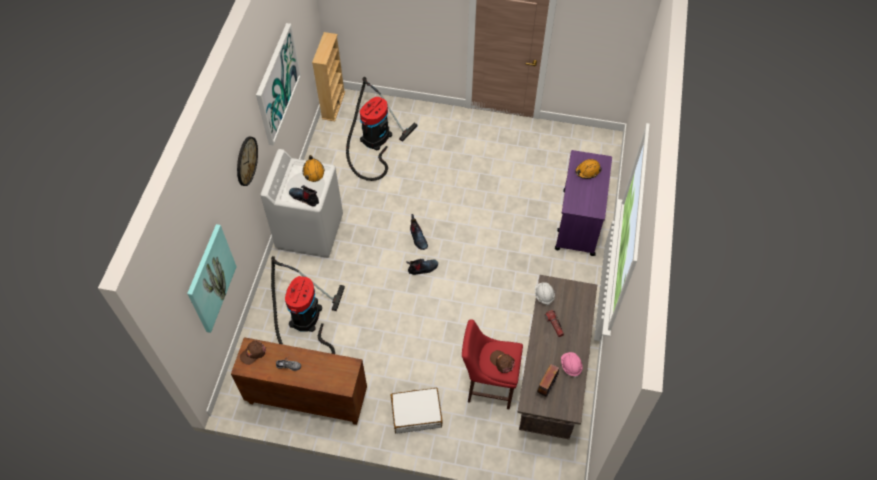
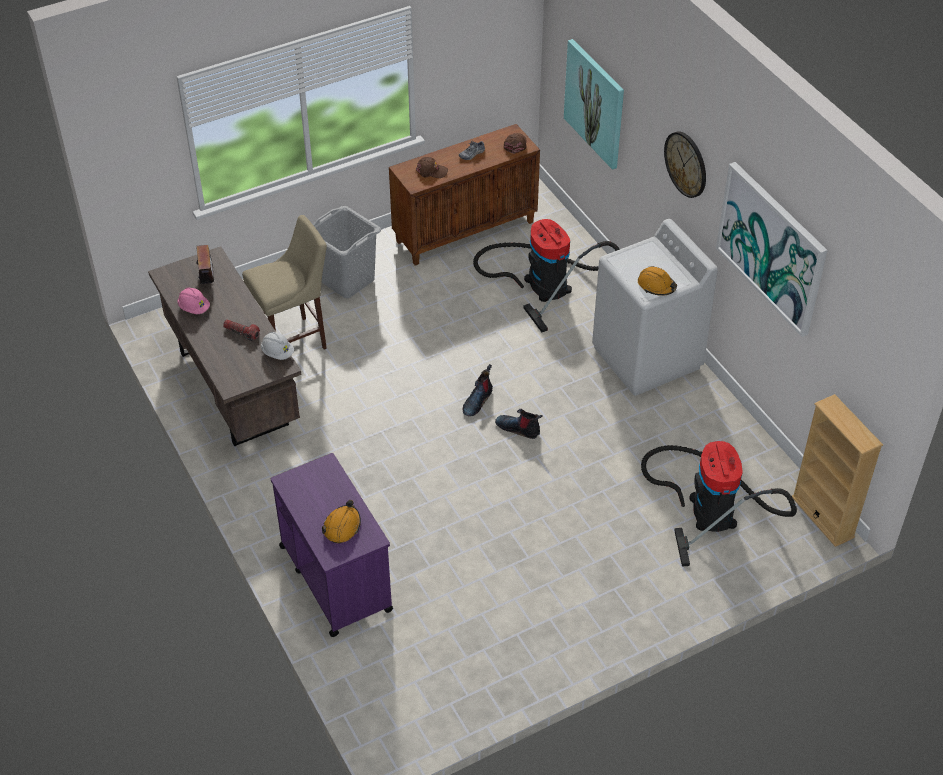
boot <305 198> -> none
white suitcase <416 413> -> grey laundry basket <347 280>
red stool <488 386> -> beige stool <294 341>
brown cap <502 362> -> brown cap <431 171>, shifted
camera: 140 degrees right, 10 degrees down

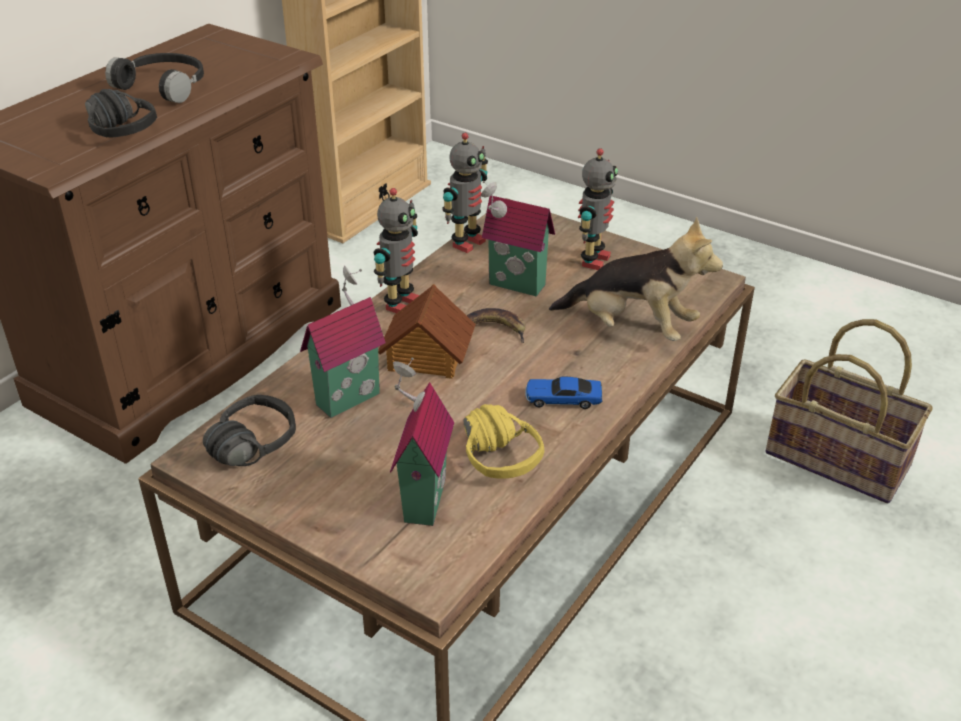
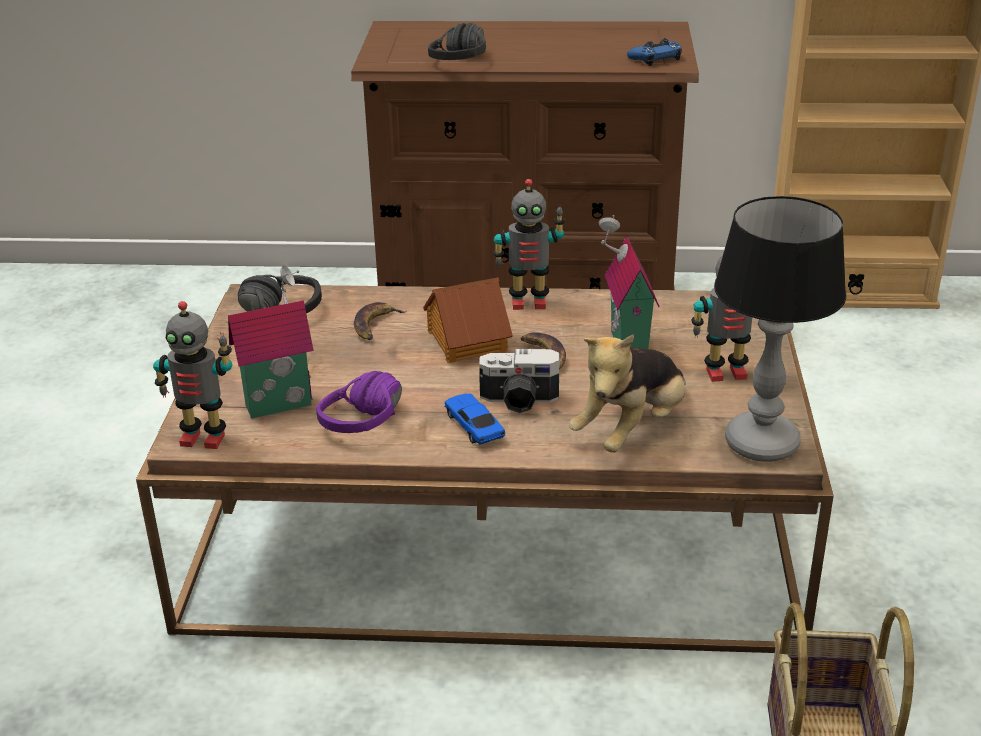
black headphones <165 86> -> none
toy house <346 396> -> banana <375 325>
toy robot <466 243> -> toy robot <204 438>, shifted
yellow headphones <513 452> -> purple headphones <375 425>
plush toy <632 327> -> plush toy <632 429>, 45 degrees clockwise
none -> photo camera <519 401>
none -> blue game controller <655 58>
none -> table lamp <760 444>
camera: 60 degrees right, 5 degrees down

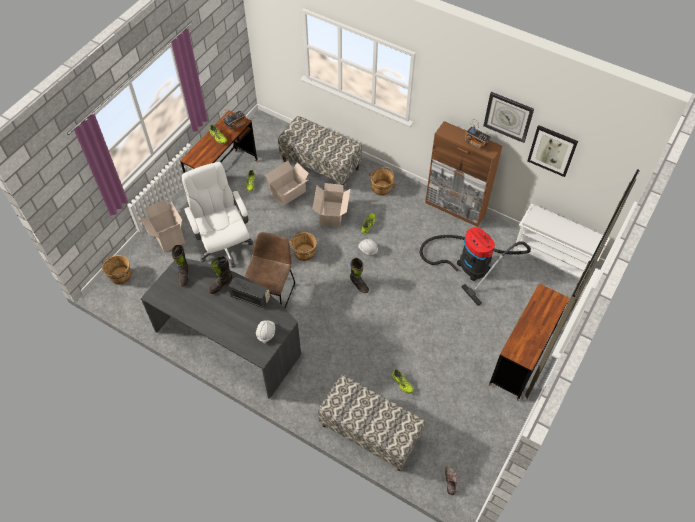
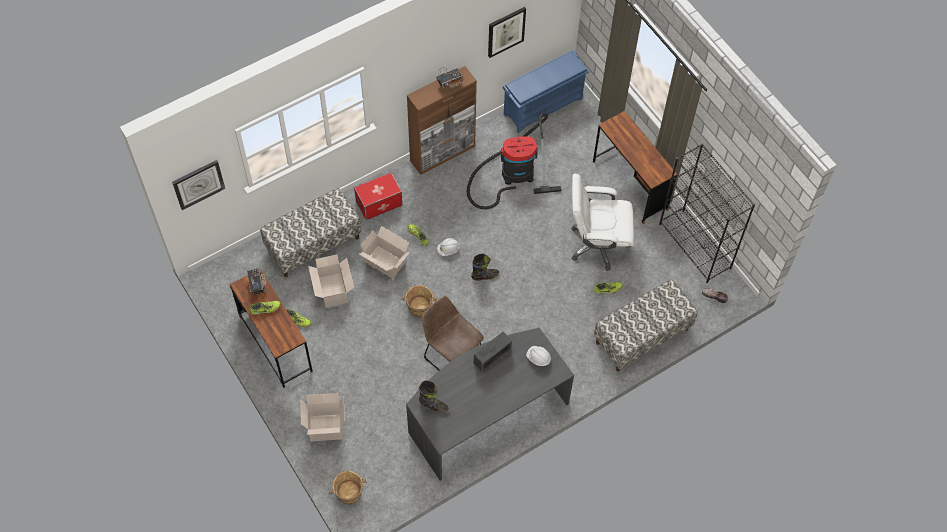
white office chair <223 245> -> white office chair <597 244>, shifted
black boot <220 285> -> none
brown bucket <381 188> -> storage box <379 203>
wall clock <508 116> -> wall clock <198 184>, shifted
white shoe rack <554 257> -> blue shoe rack <543 106>
none -> black bookcase <695 246>
camera: 65 degrees left, 5 degrees up

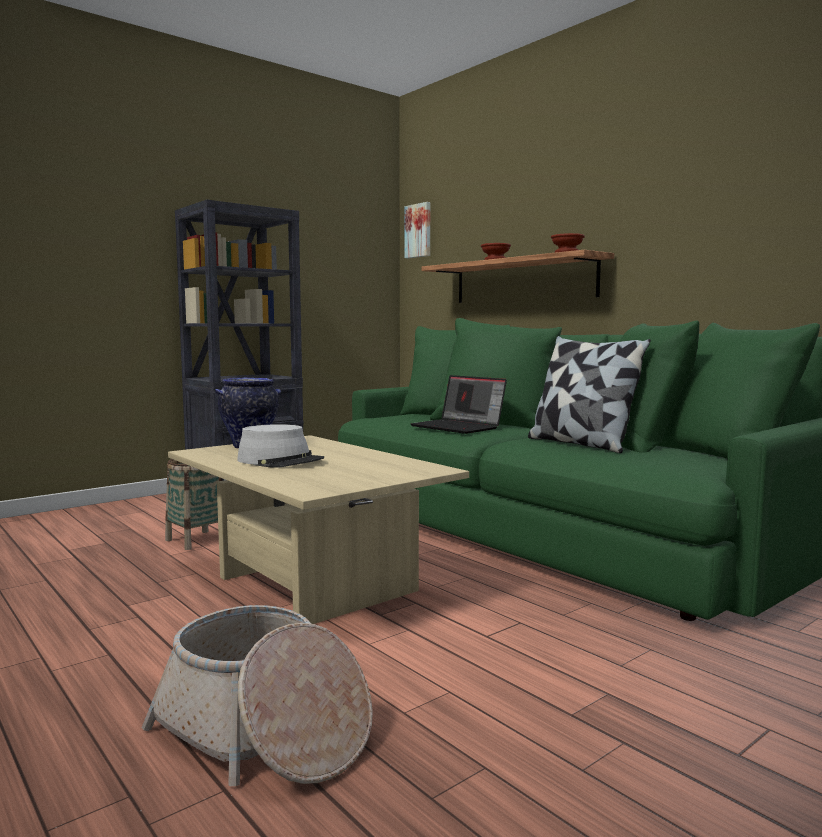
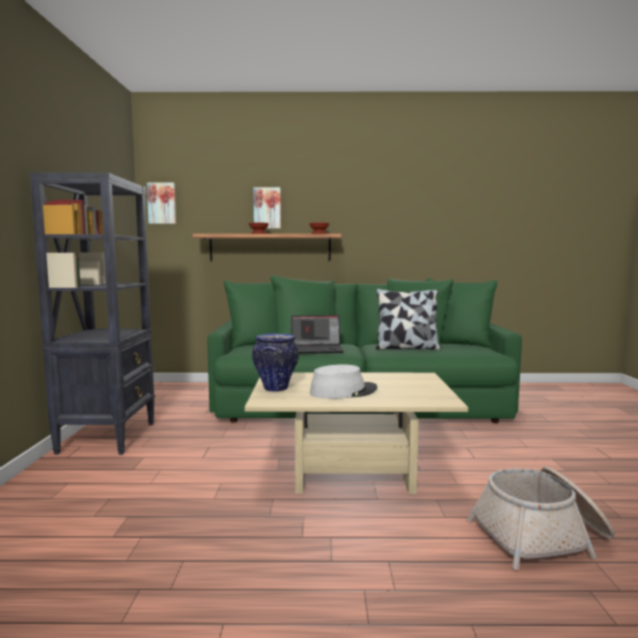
basket <196 540> -> none
none -> picture <267 208>
camera: 50 degrees left, 0 degrees up

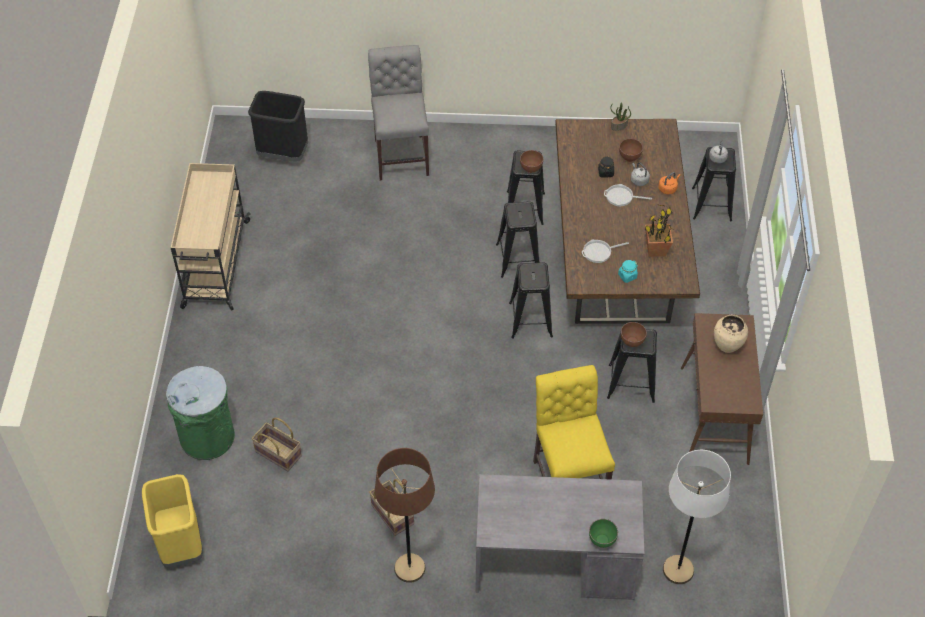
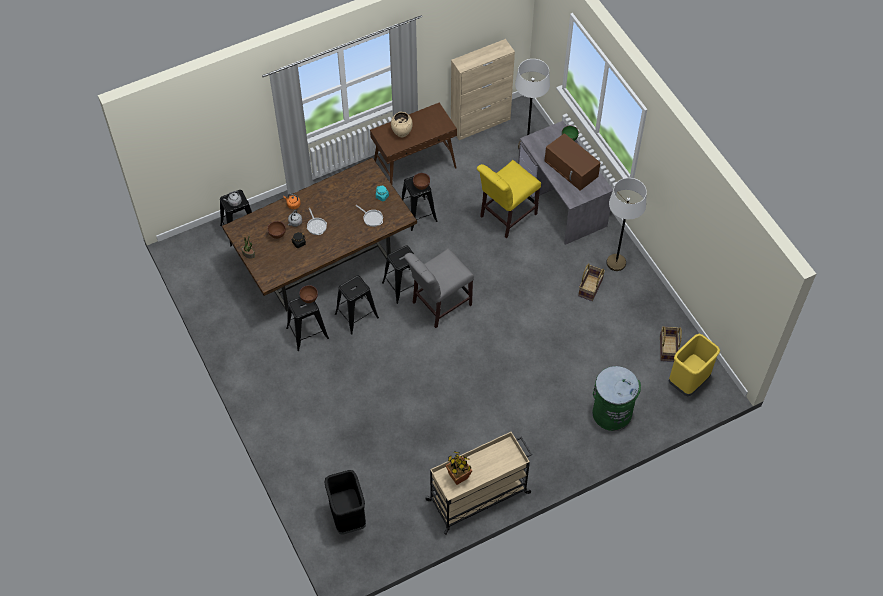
basket <277 454> -> basket <668 349>, shifted
grey chair <401 154> -> grey chair <438 305>, shifted
brown floor lamp <409 568> -> white floor lamp <616 263>
potted plant <656 250> -> potted plant <458 476>, shifted
none -> beige cabinet <481 123>
none -> brown microwave <572 169>
camera: 120 degrees left, 5 degrees up

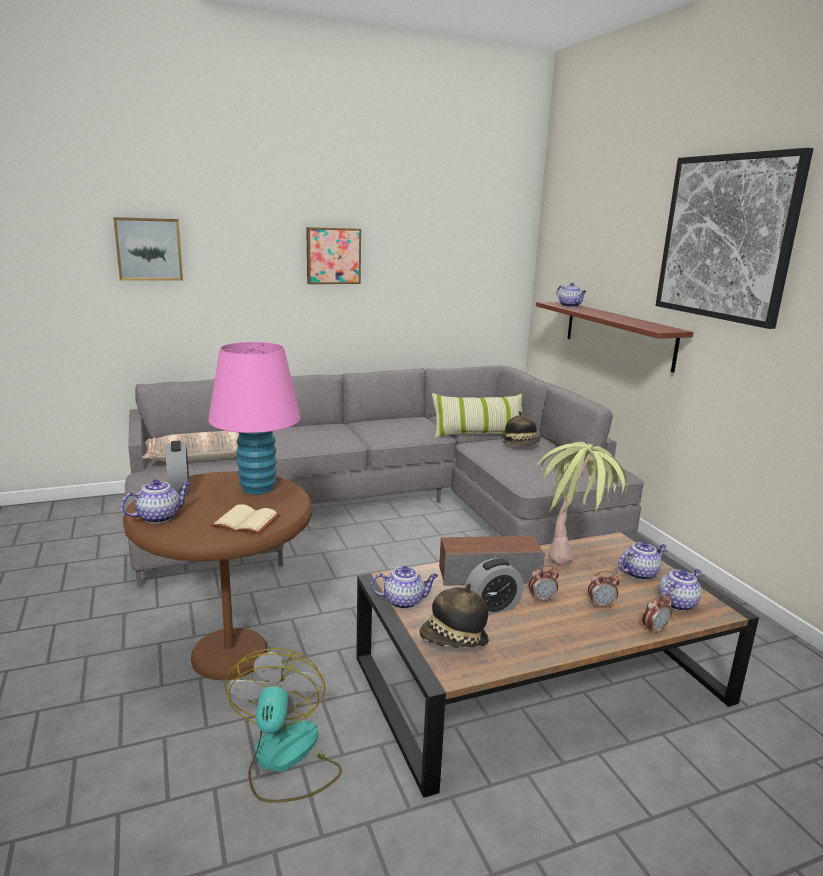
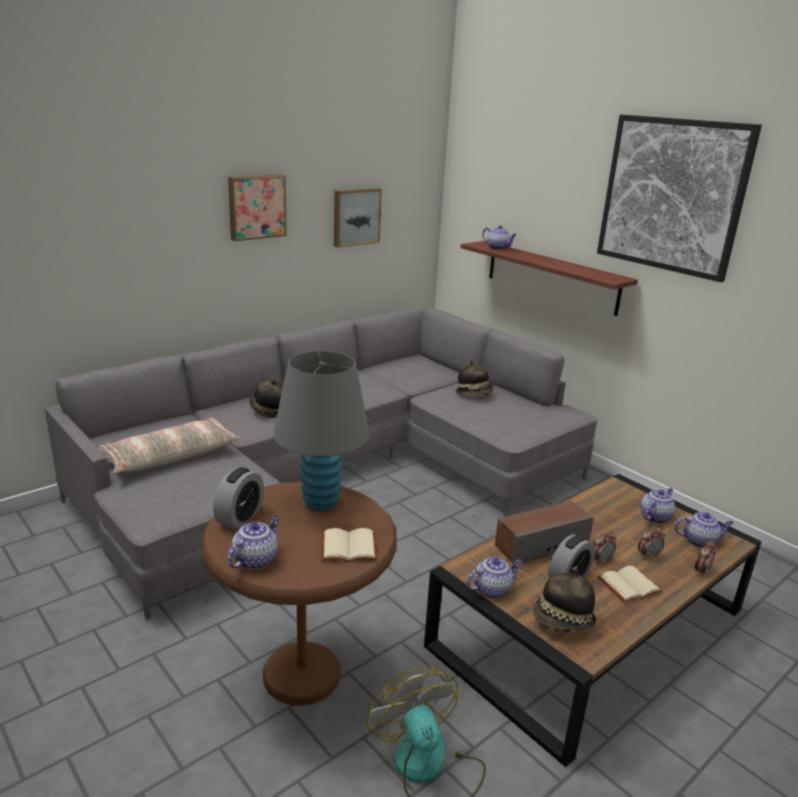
picture <149 249> -> picture <355 217>, shifted
alarm clock <179 488> -> alarm clock <240 517>, 60 degrees clockwise
pink table lamp <257 488> -> grey table lamp <321 503>
pillow <478 434> -> none
potted plant <573 552> -> none
teapot <677 603> -> teapot <700 541>, 60 degrees clockwise
none -> hat <269 411>
none -> beige book <628 584>
camera: 20 degrees left, 5 degrees up

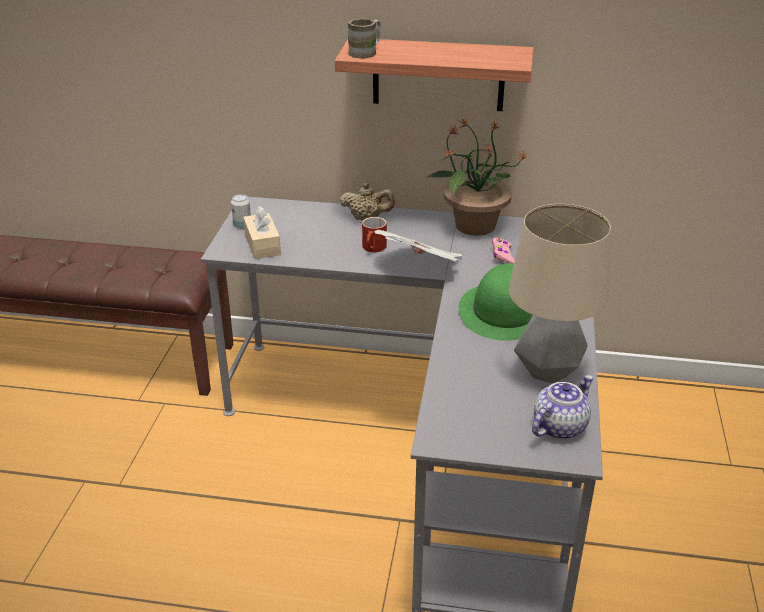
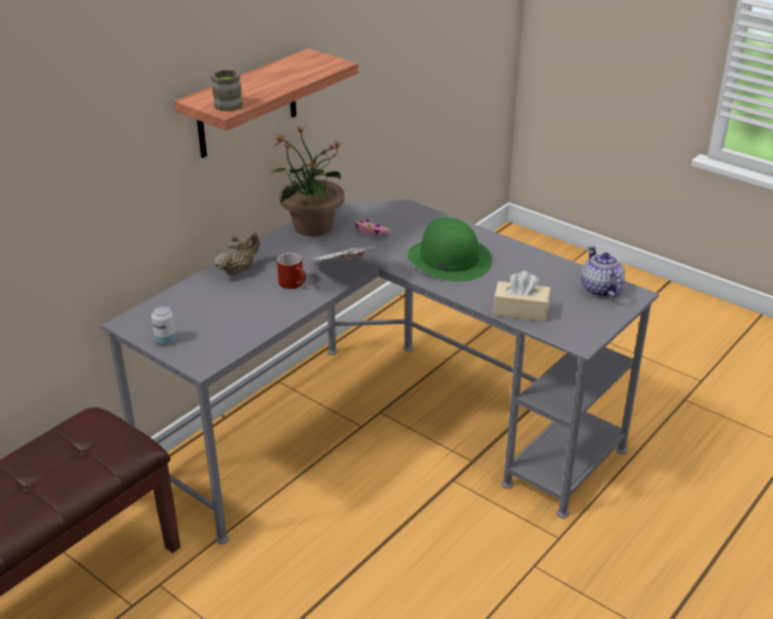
beige tissue box <262 245> -> beige tissue box <521 310>, shifted
table lamp <547 371> -> none
camera: 60 degrees left, 0 degrees up

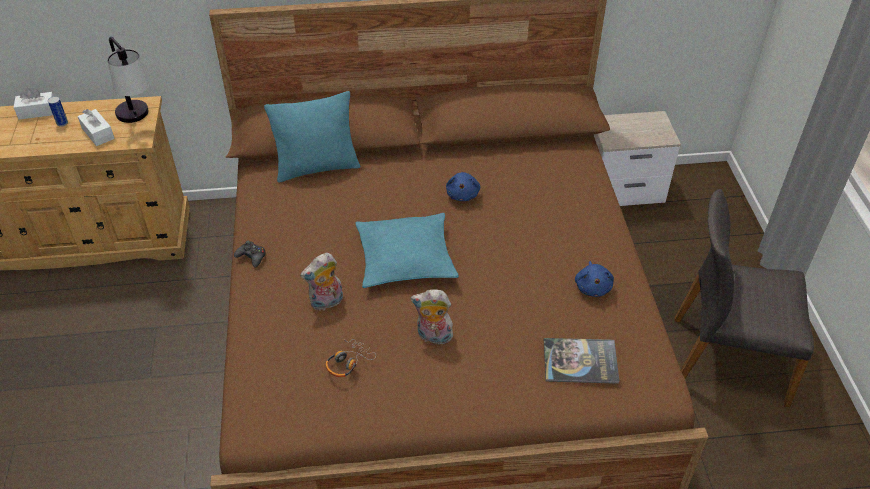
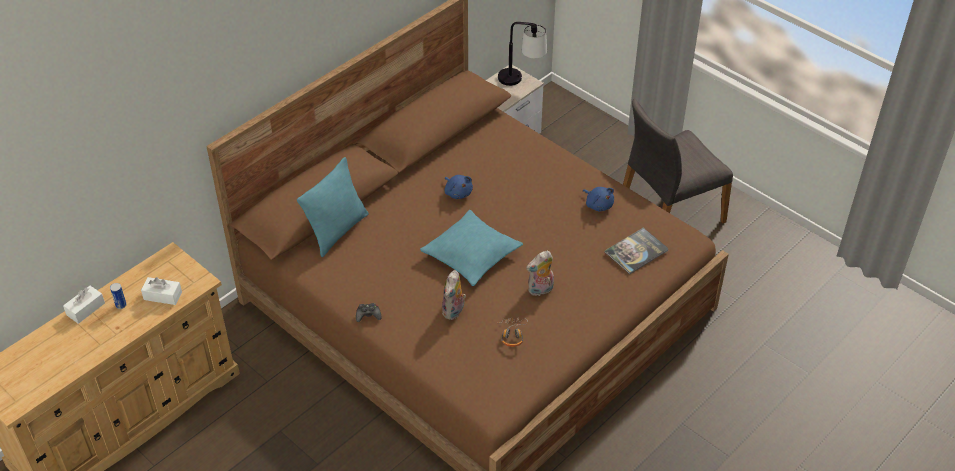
table lamp <139 120> -> table lamp <521 79>, shifted
camera: 40 degrees left, 0 degrees up

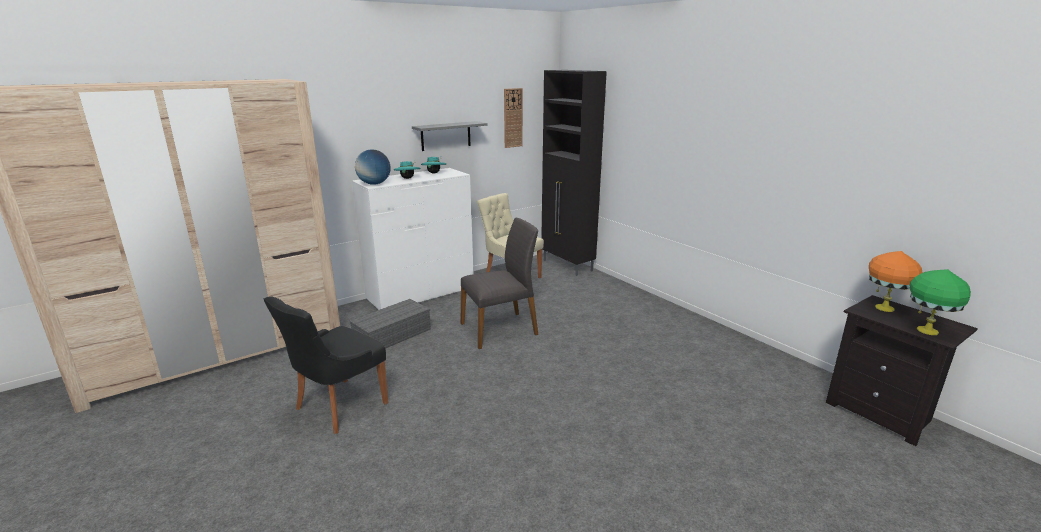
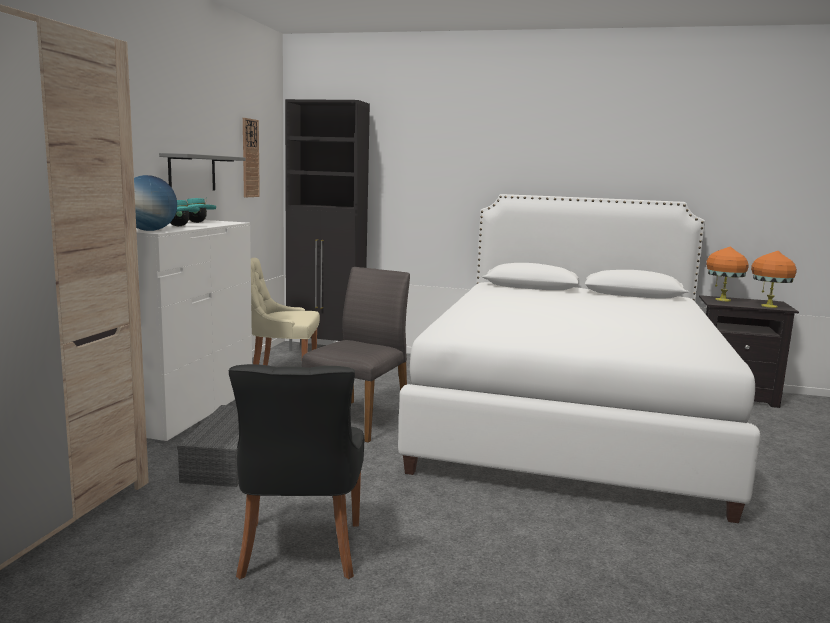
green table lamp <926 330> -> orange table lamp <768 306>
none -> white bed <569 419>
camera: 40 degrees left, 10 degrees down

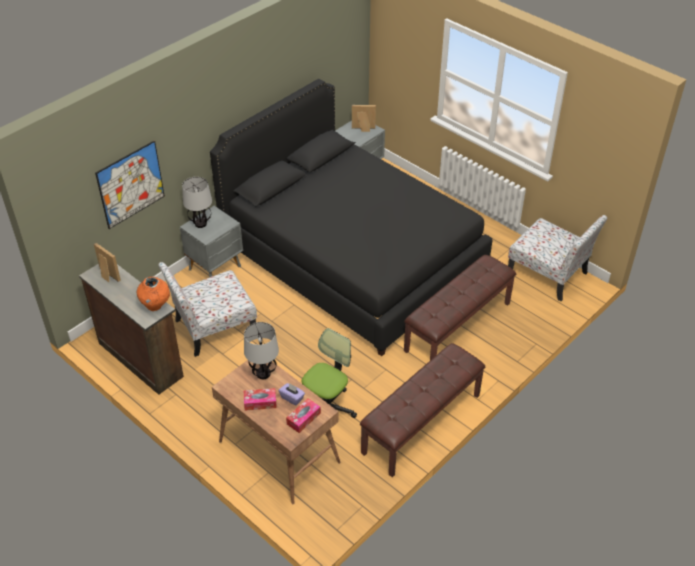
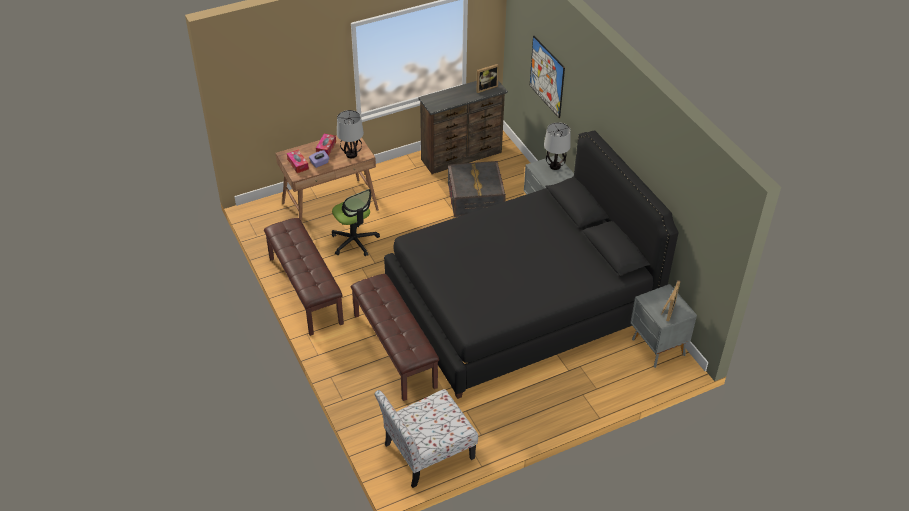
orange vase <155 305> -> none
chair <213 328> -> grey storage box <475 198>
camera: 110 degrees right, 0 degrees up

